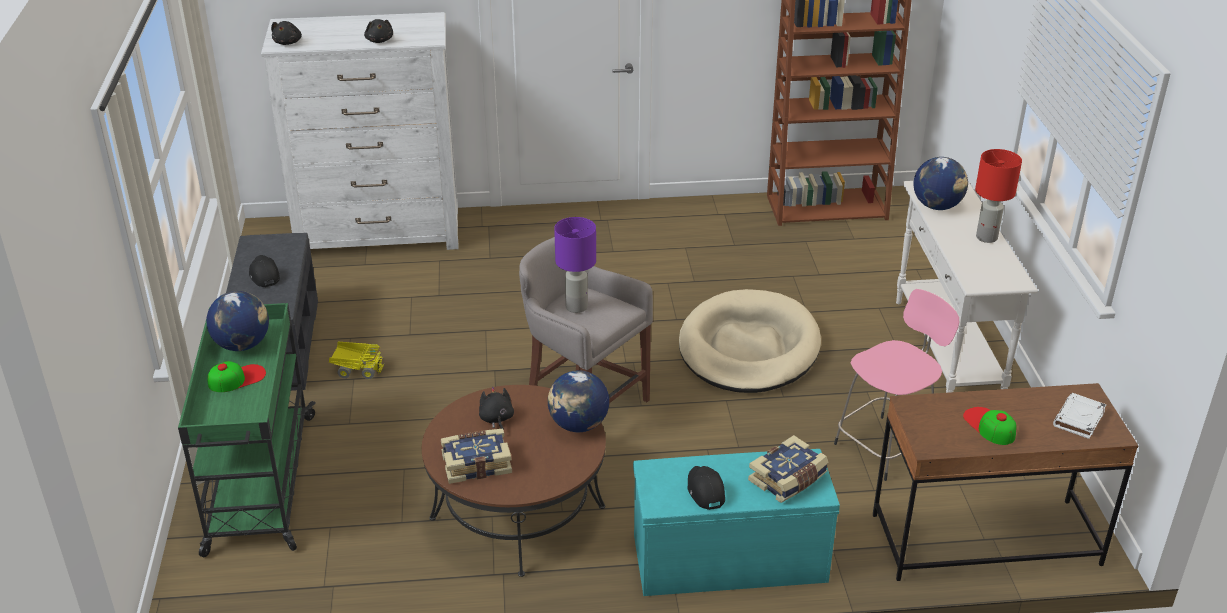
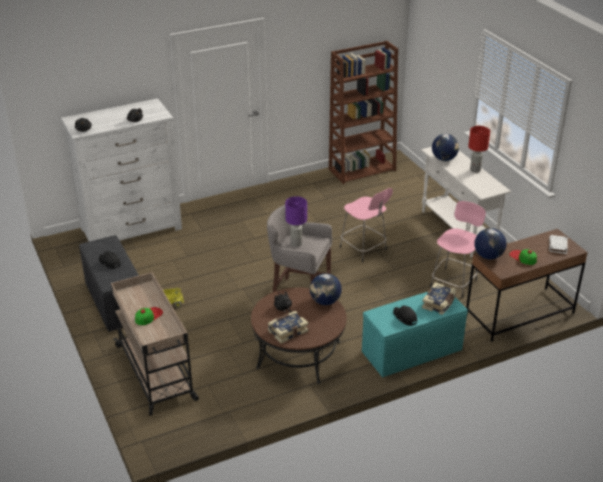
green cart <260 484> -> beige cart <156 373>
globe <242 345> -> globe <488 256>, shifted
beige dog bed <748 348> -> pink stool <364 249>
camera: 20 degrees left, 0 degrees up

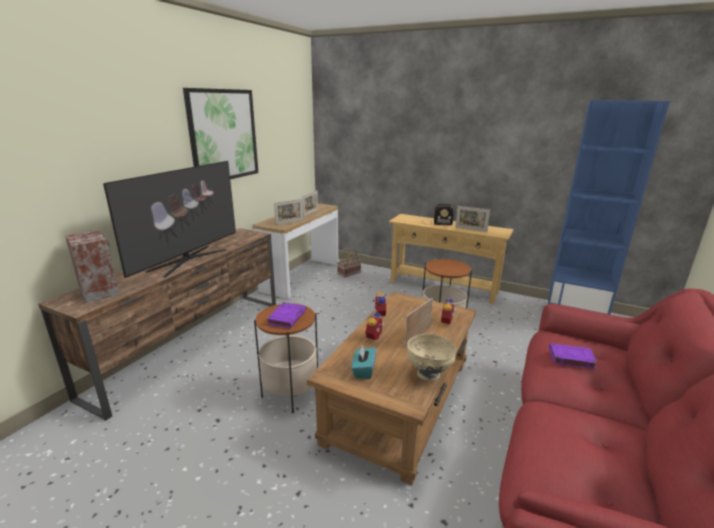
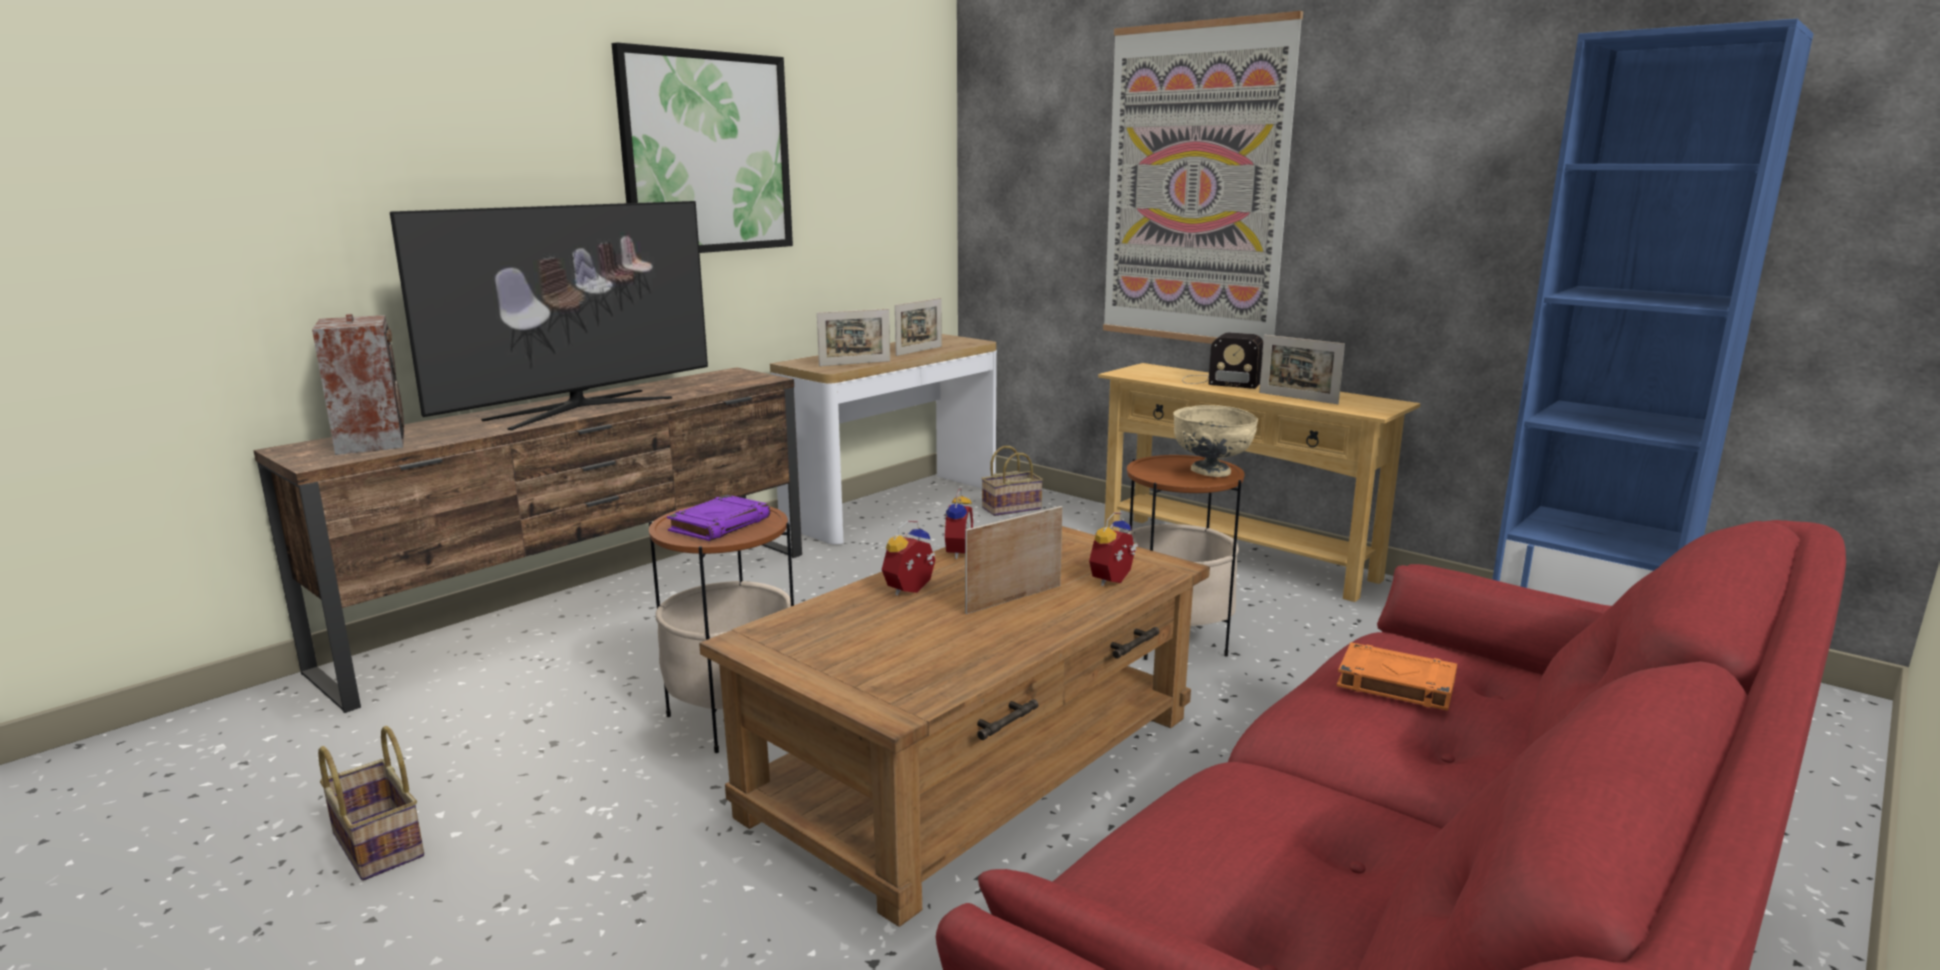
turquoise tissue box <363 370> -> none
beige bowl <428 375> -> beige bowl <1211 472>, shifted
purple book <570 358> -> orange book <1394 683>
none -> basket <374 844>
none -> picture <1194 186>
camera: 15 degrees right, 5 degrees down

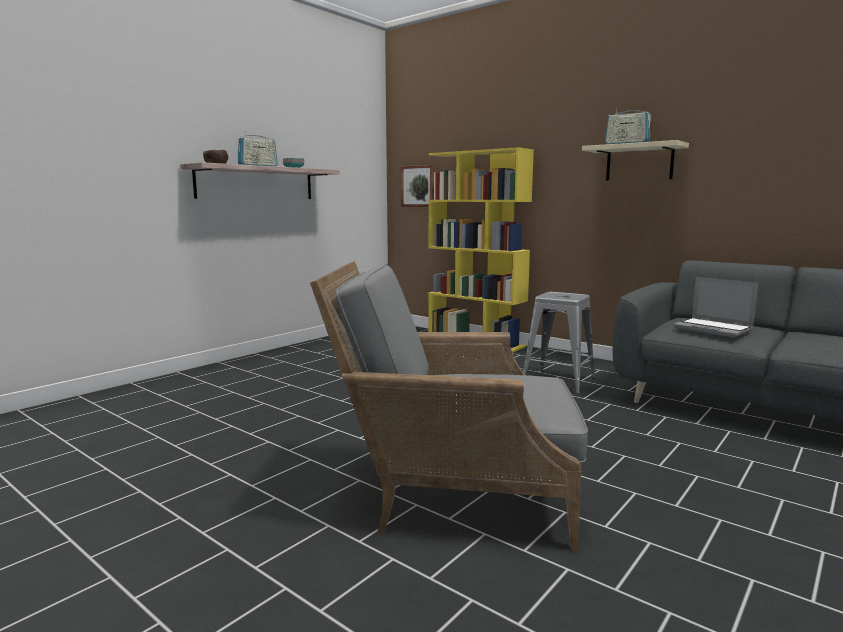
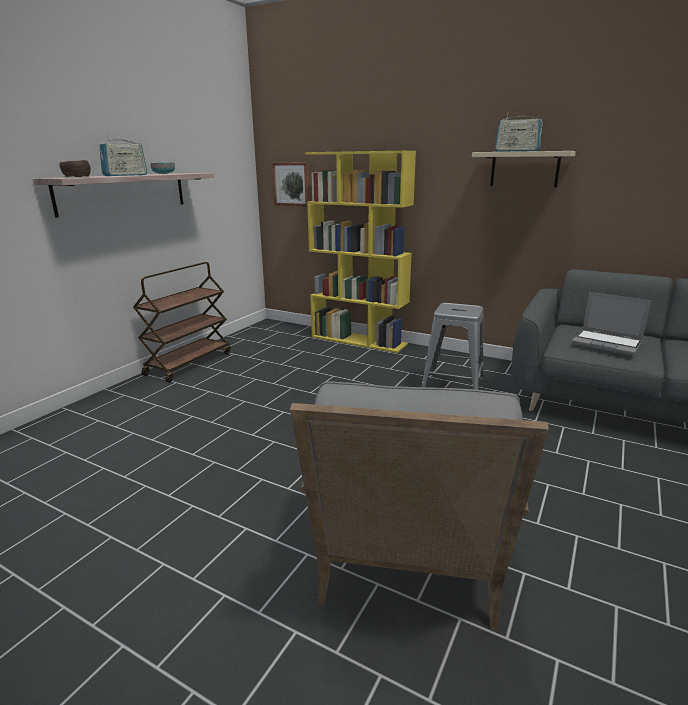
grey armchair <453 493> -> grey armchair <408 561>, 75 degrees counterclockwise
none -> brown cart <189 363>
camera: 10 degrees left, 10 degrees up

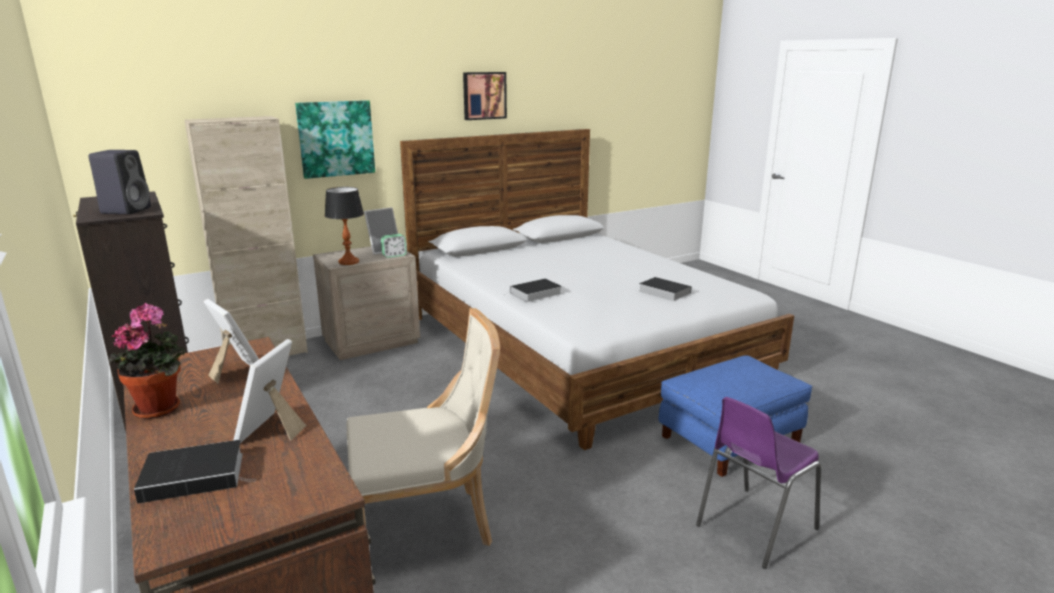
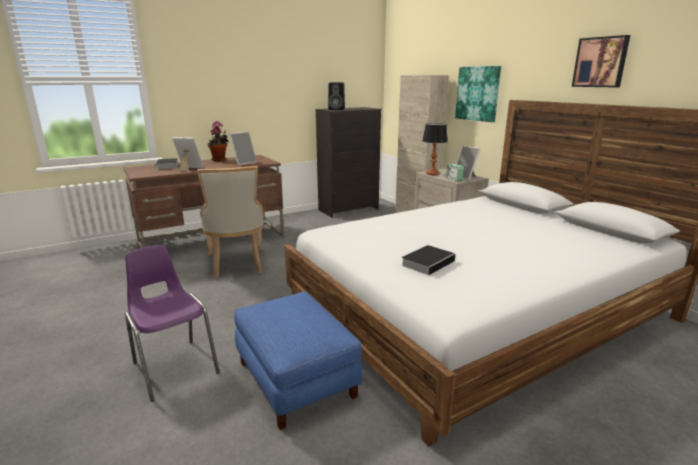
book <534 294> -> none
camera: 90 degrees right, 0 degrees up

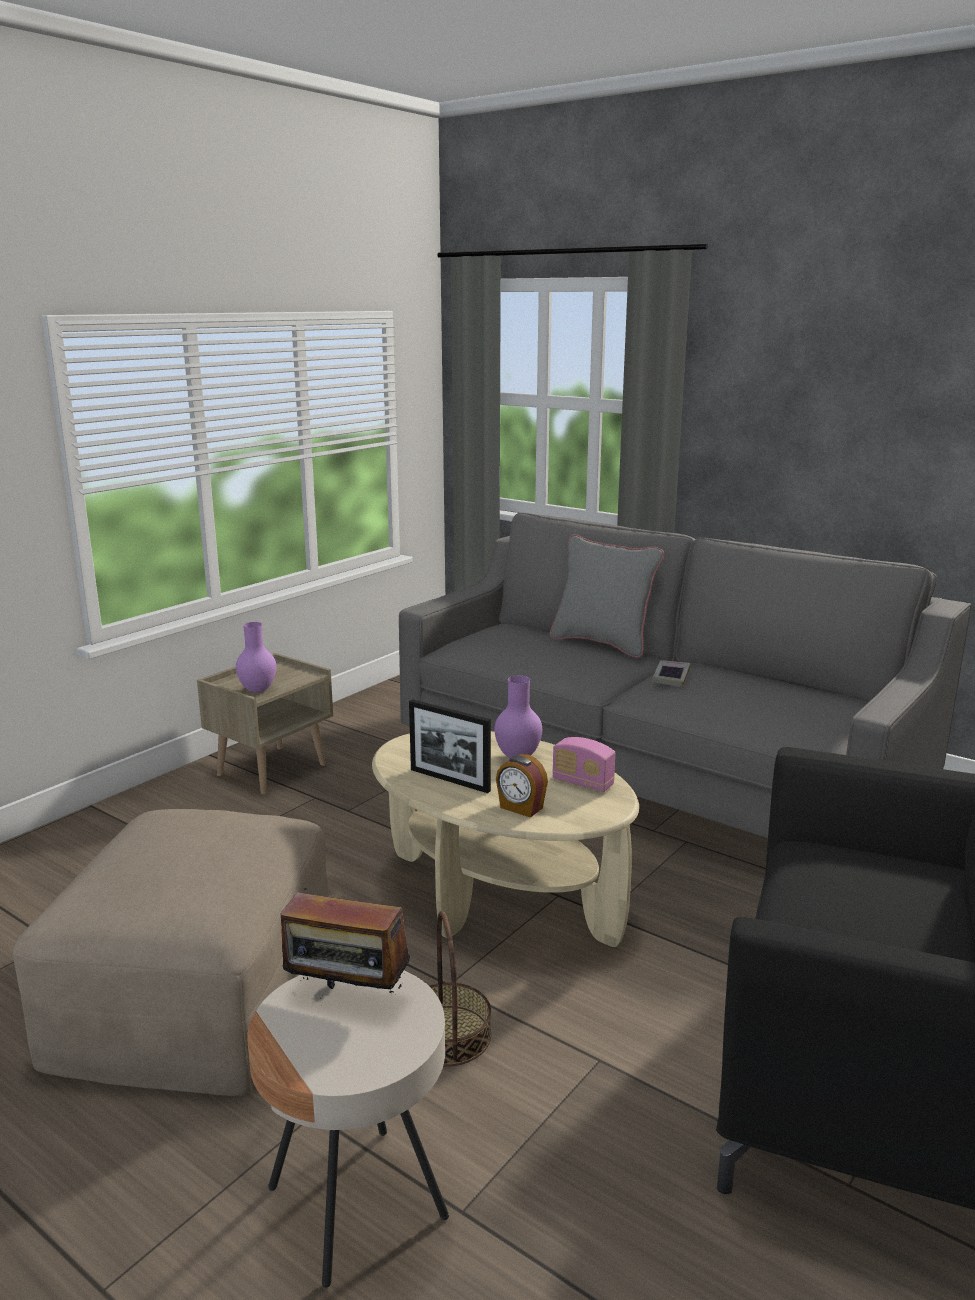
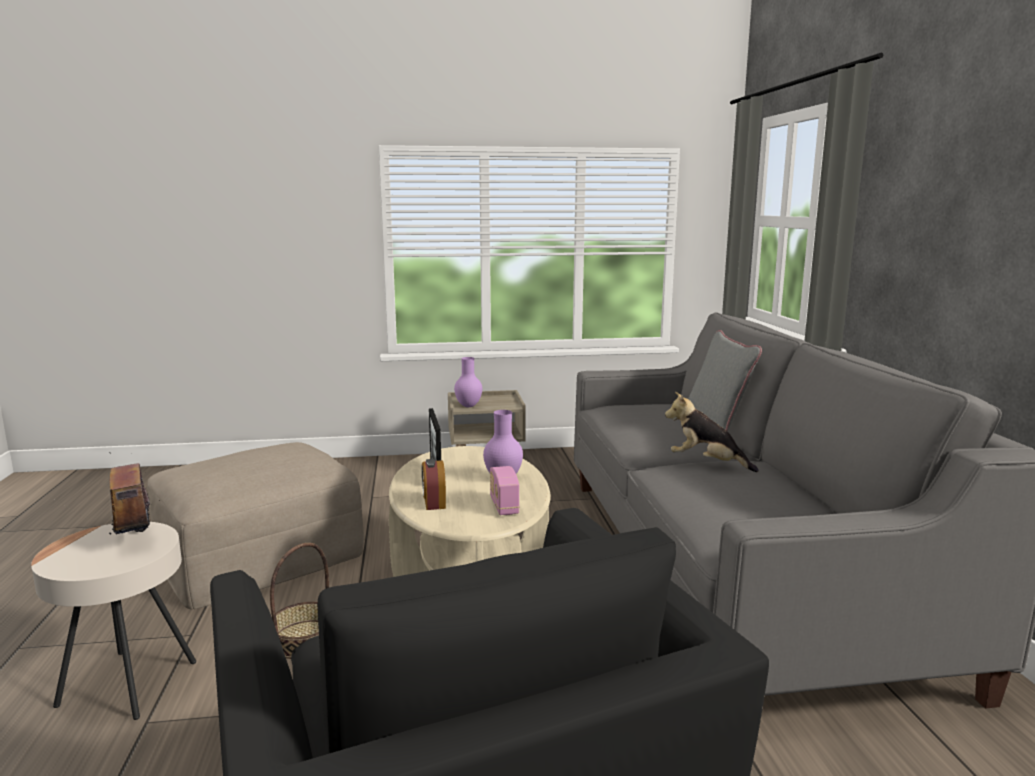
book <671 677> -> plush toy <707 463>
camera: 45 degrees right, 5 degrees down

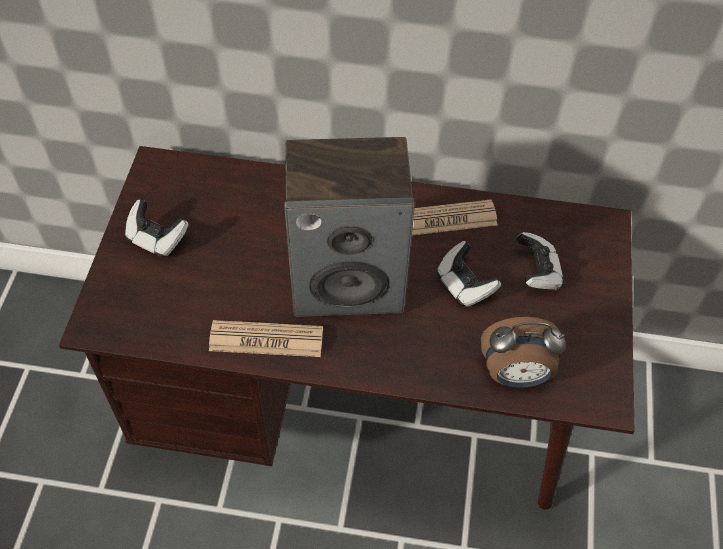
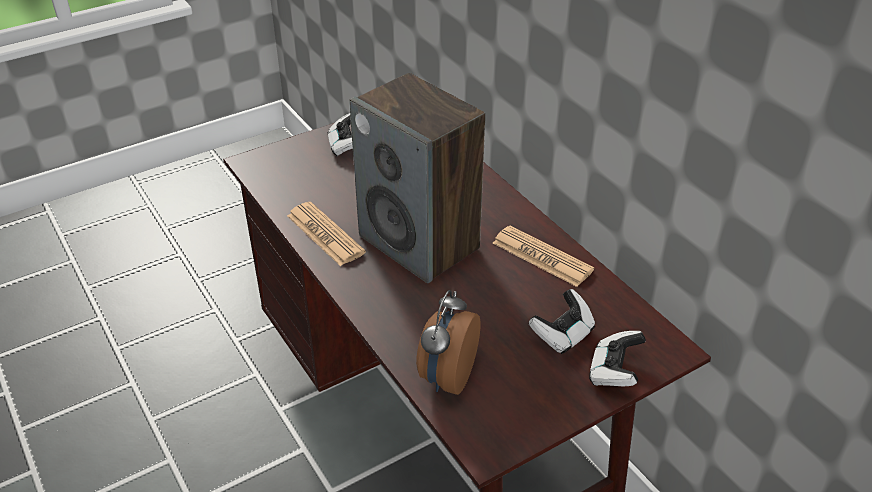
game controller <464 285> -> game controller <614 372>, shifted
alarm clock <515 375> -> alarm clock <446 376>, 60 degrees clockwise
camera: 50 degrees right, 15 degrees down

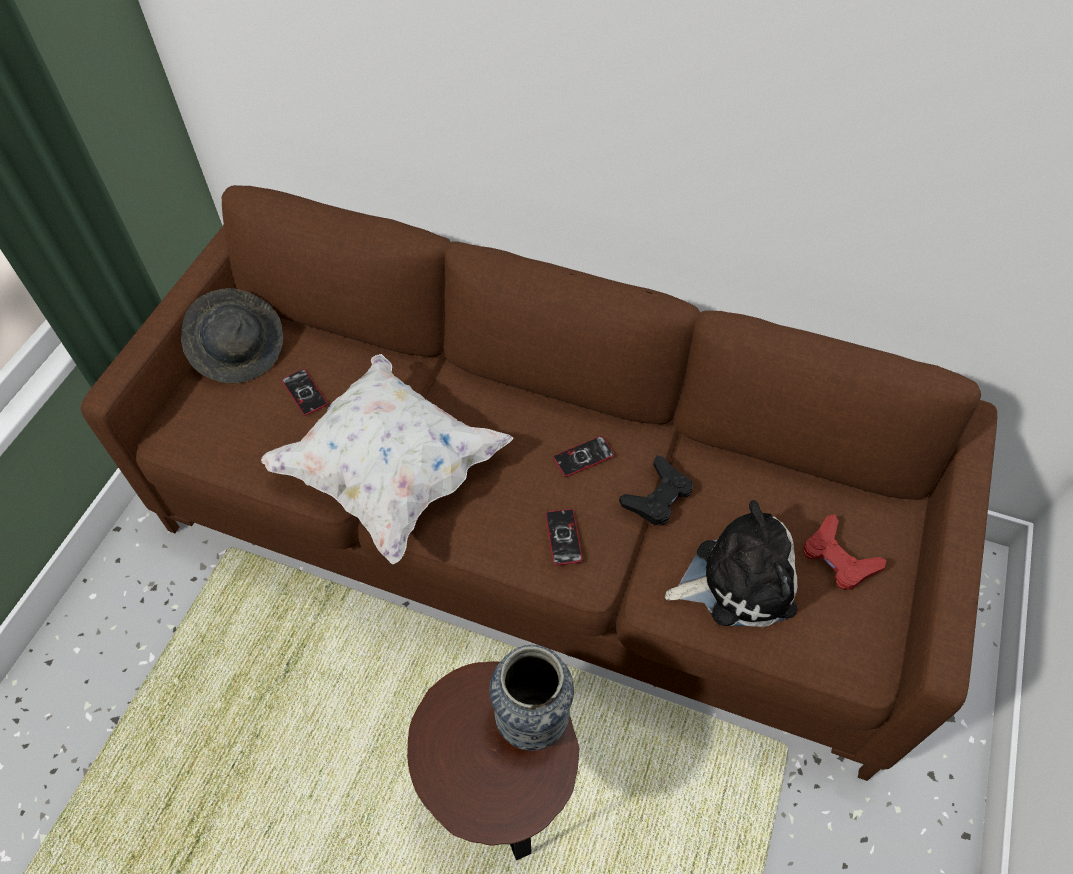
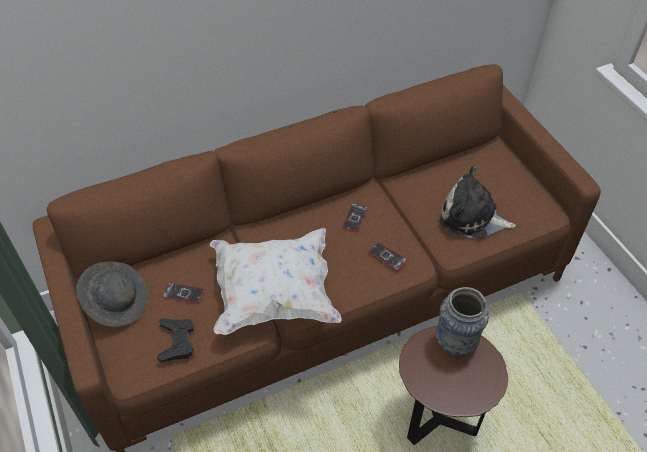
black game controller <657 496> -> black game controller <177 341>, shifted
plush toy <737 580> -> plush toy <472 217>, 105 degrees counterclockwise
red game controller <838 558> -> none
camera: 45 degrees left, 5 degrees down

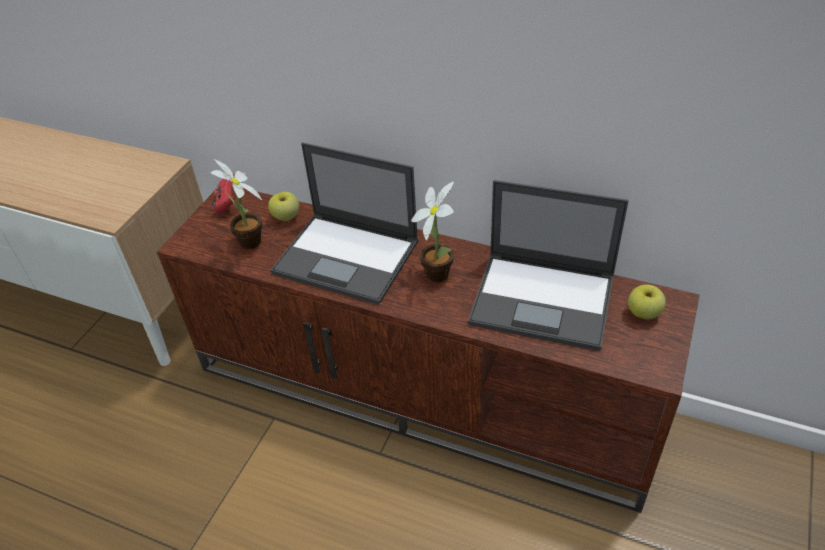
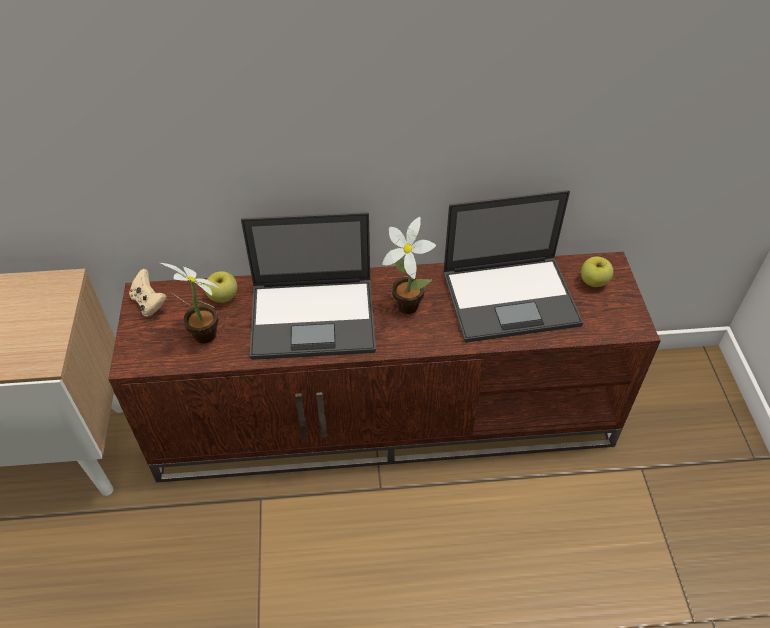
red game controller <227 204> -> beige game controller <149 303>
camera: 30 degrees left, 5 degrees up

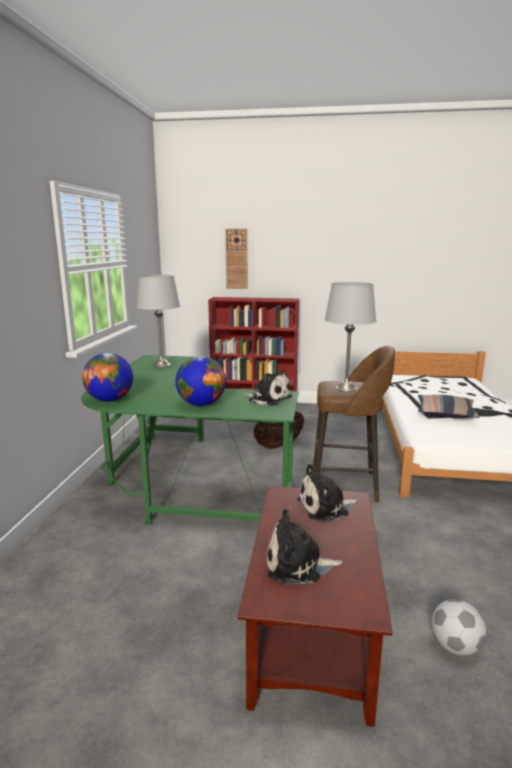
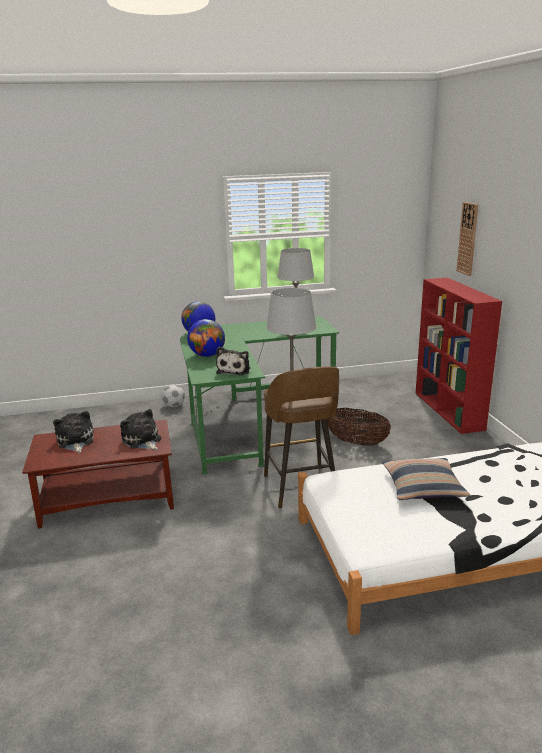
football <455 646> -> football <173 406>, shifted
camera: 70 degrees right, 5 degrees up

